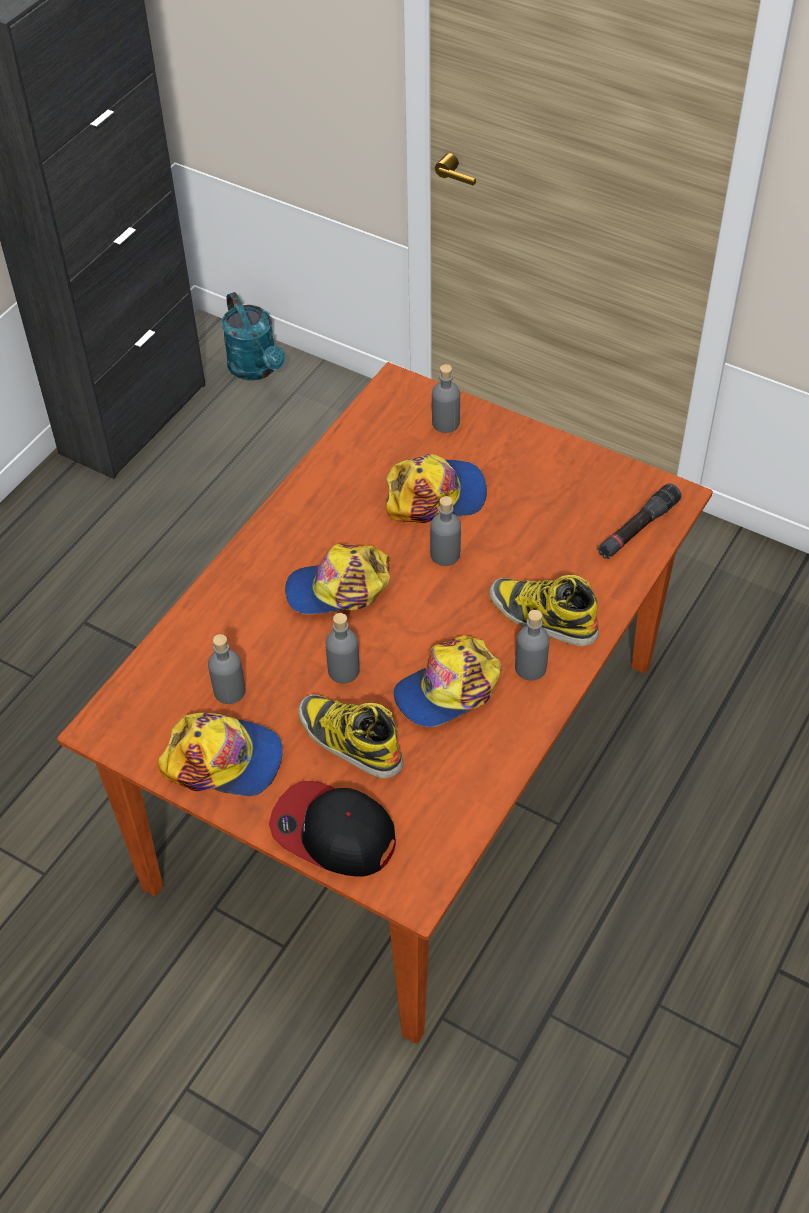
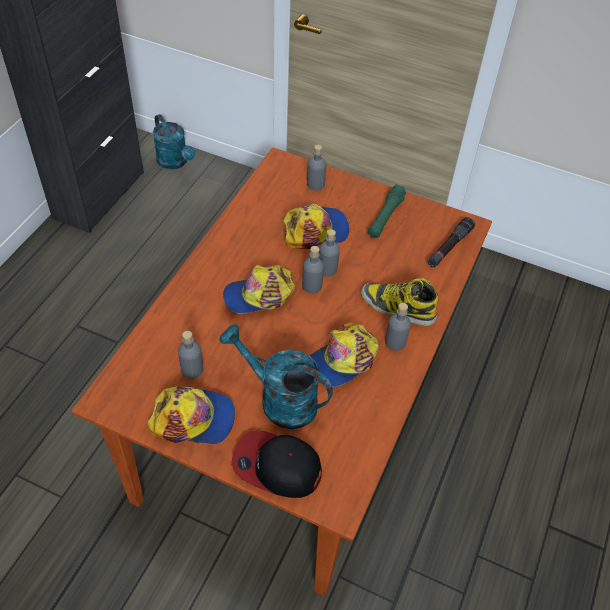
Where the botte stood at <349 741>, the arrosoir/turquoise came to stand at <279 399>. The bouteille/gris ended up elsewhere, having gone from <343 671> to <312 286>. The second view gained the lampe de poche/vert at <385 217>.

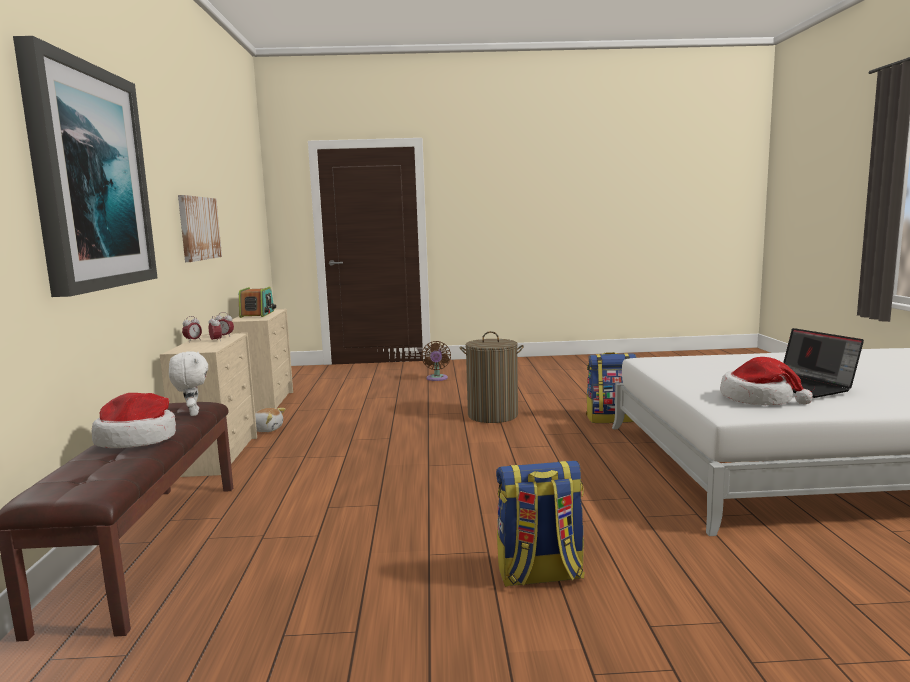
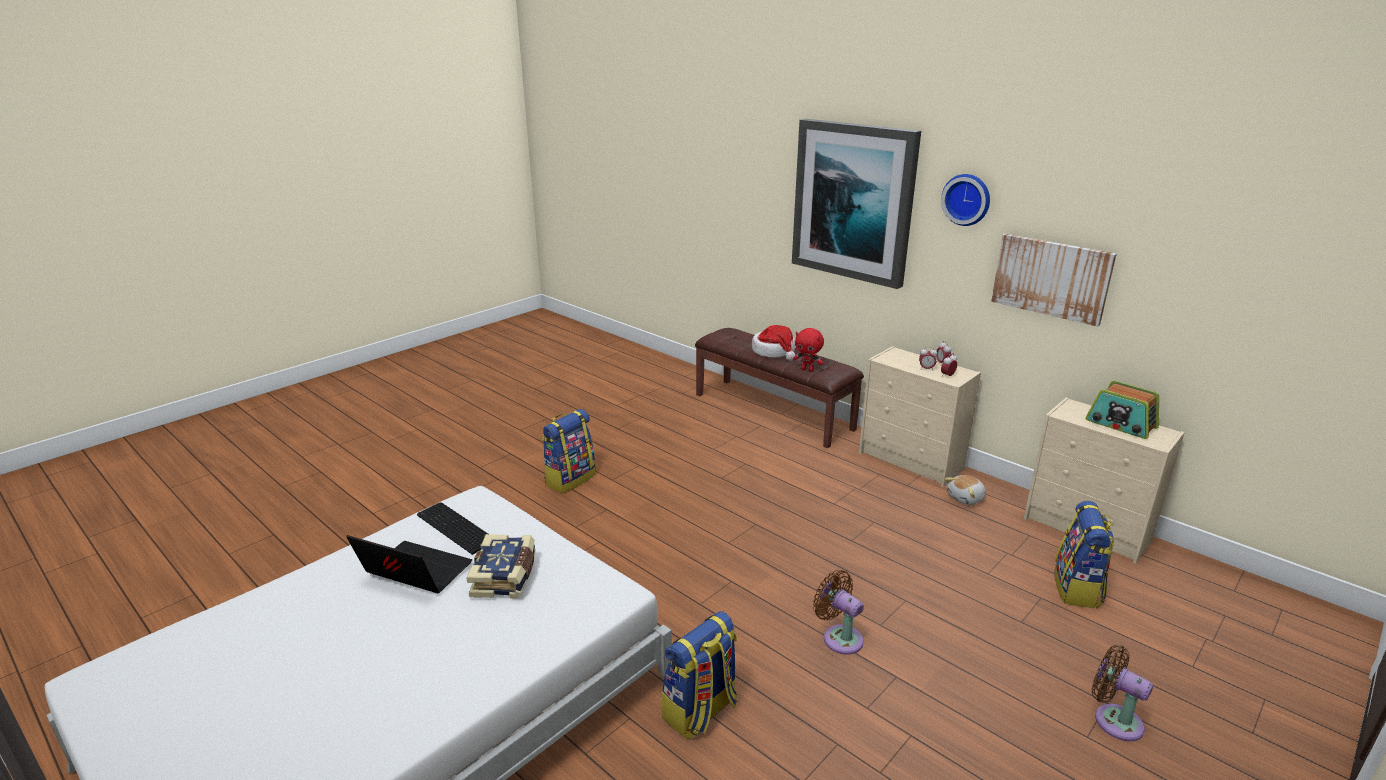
Where the chapeau stood at <758 399>, the clavier came to stand at <455 529>. The second view gained the livre at <505 576>. What was the peluche/blanc at <192 413> turned into the peluche/rouge at <807 370>. Where the panier à linge stood at <493 415>, the ventilateur/marron came to stand at <839 637>. The second view gained the horloge murale at <967 199>. The second view gained the sac à dos at <1077 589>.

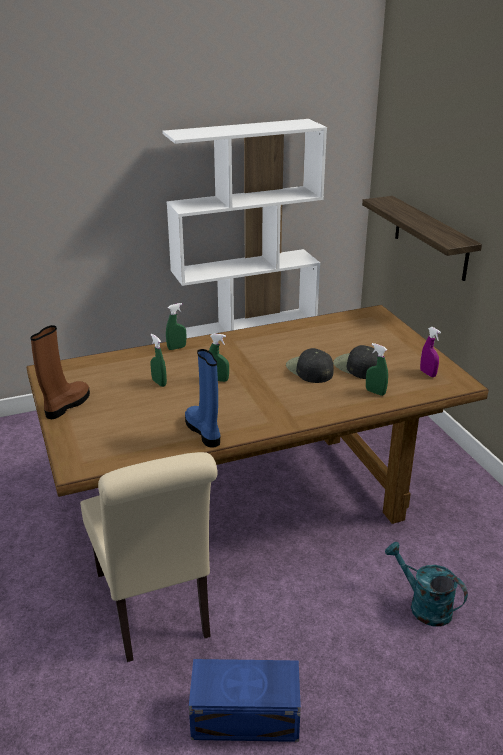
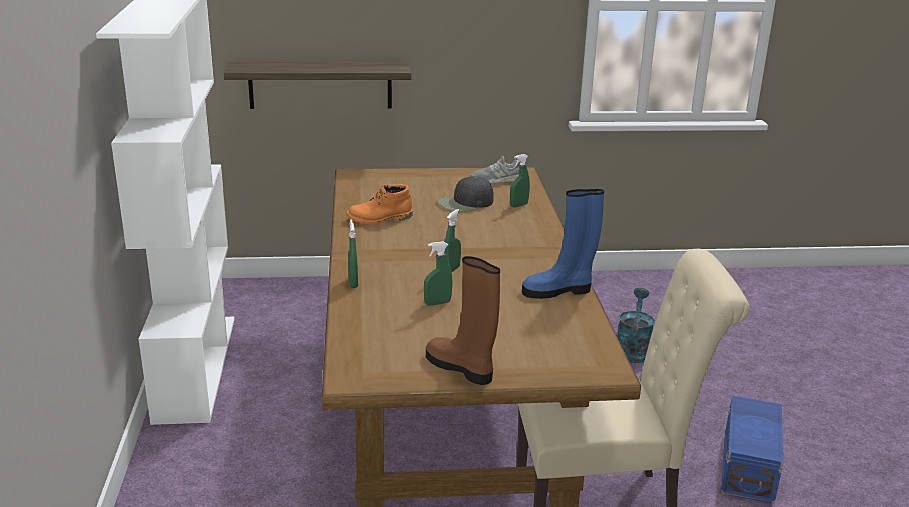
The second view gained the botte/orange at <380 219>. Where the vaporisateur/violet stood at <428 373>, the chaussure/gris came to stand at <496 180>. The arrosoir/turquoise at <423 605> ended up facing another way, 135 degrees clockwise from before. The second view lost the casquette/noir at <309 369>.

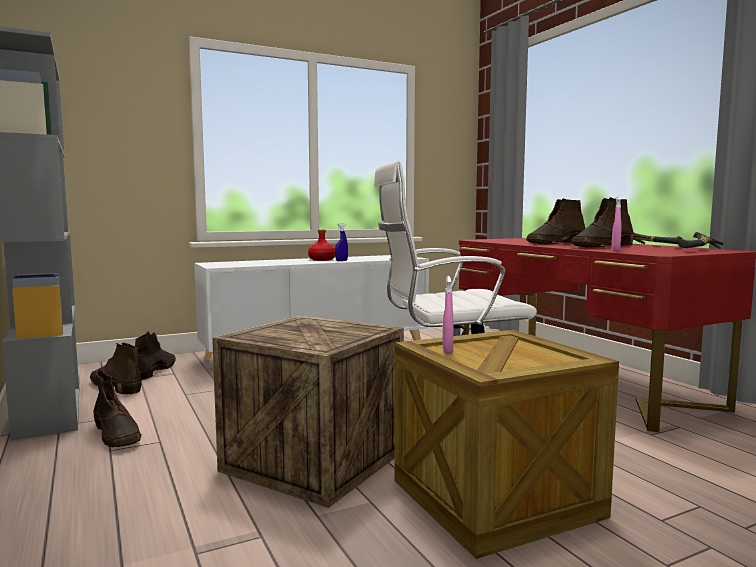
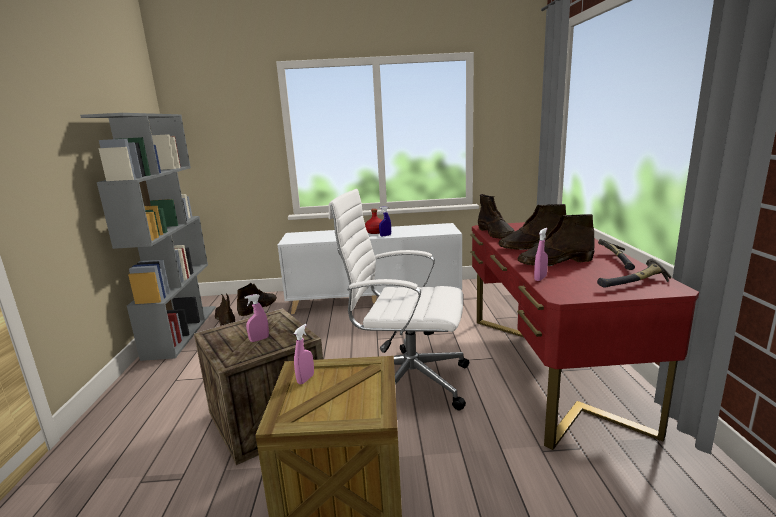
The second view gained the vaporisateur/rose at <259 339>. The botte/marron ended up elsewhere, having gone from <117 435> to <496 234>.

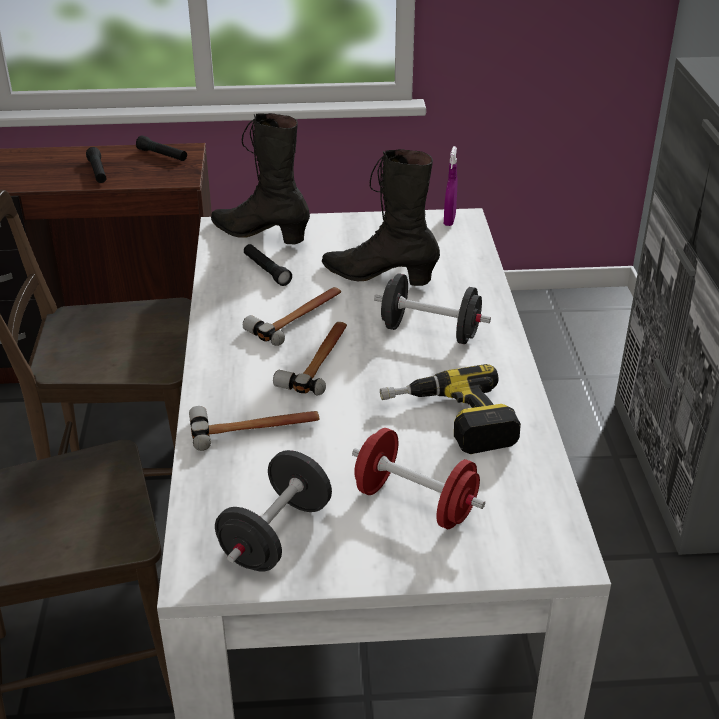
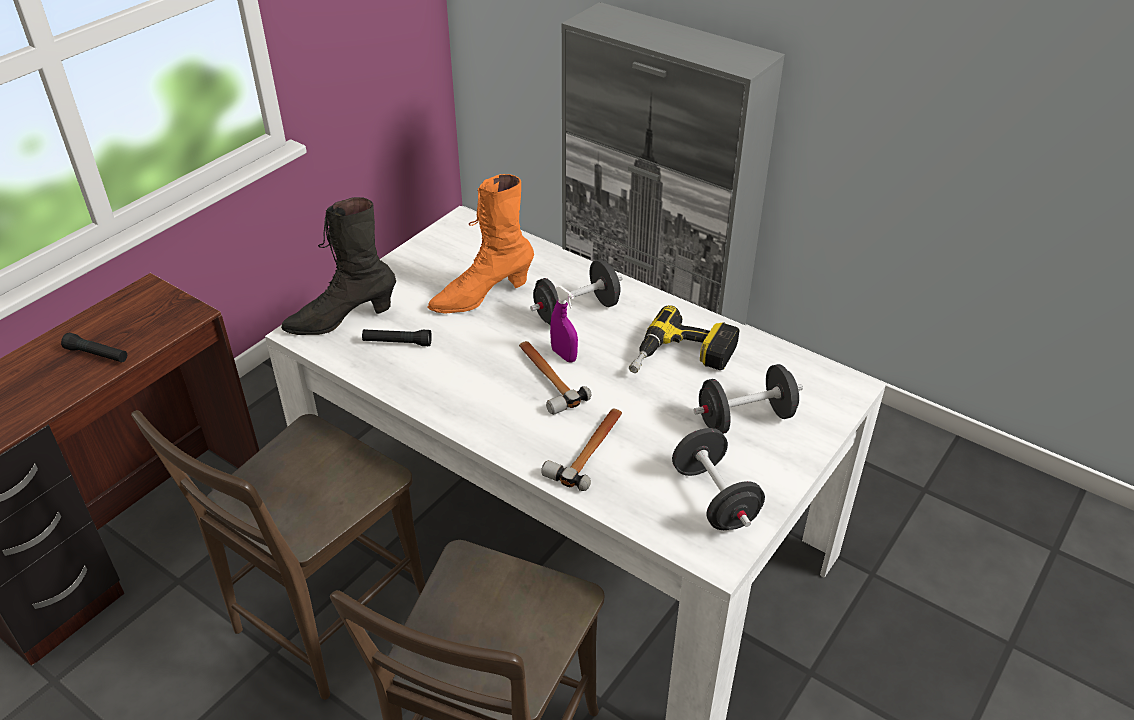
What was the botte/noir at <379 277> turned into the botte/orange at <481 296>. The vaporisateur/violet ended up elsewhere, having gone from <449 220> to <564 355>. What was the haltère/rouge at <415 503> turned into the haltère/noir at <745 419>. The second view lost the lampe de poche/noir at <162 155>. The second view lost the marteau at <298 317>.

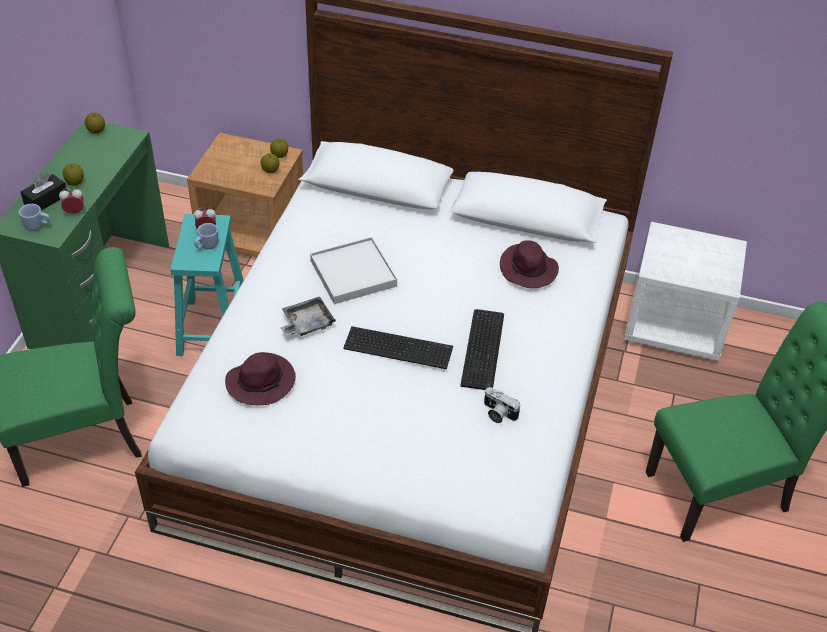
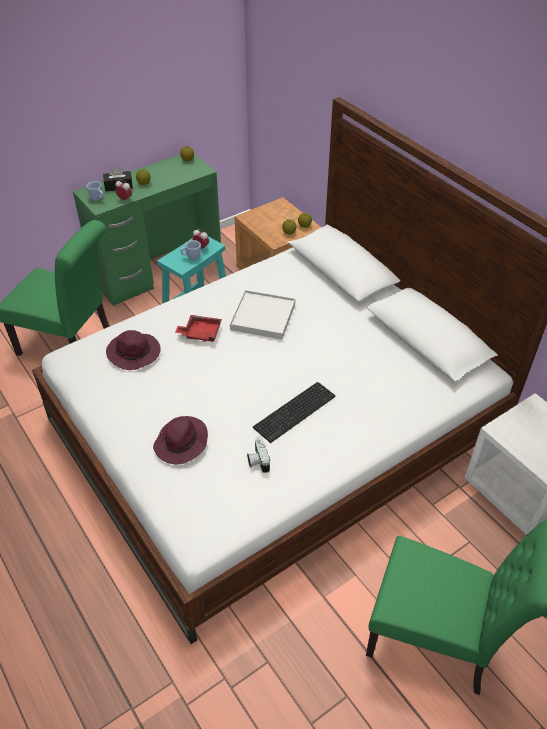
The chapeau/violet ended up elsewhere, having gone from <528 270> to <181 443>. What was the plateau/gris at <307 323> turned into the plateau/rouge at <201 333>. The second view lost the clavier at <397 346>.

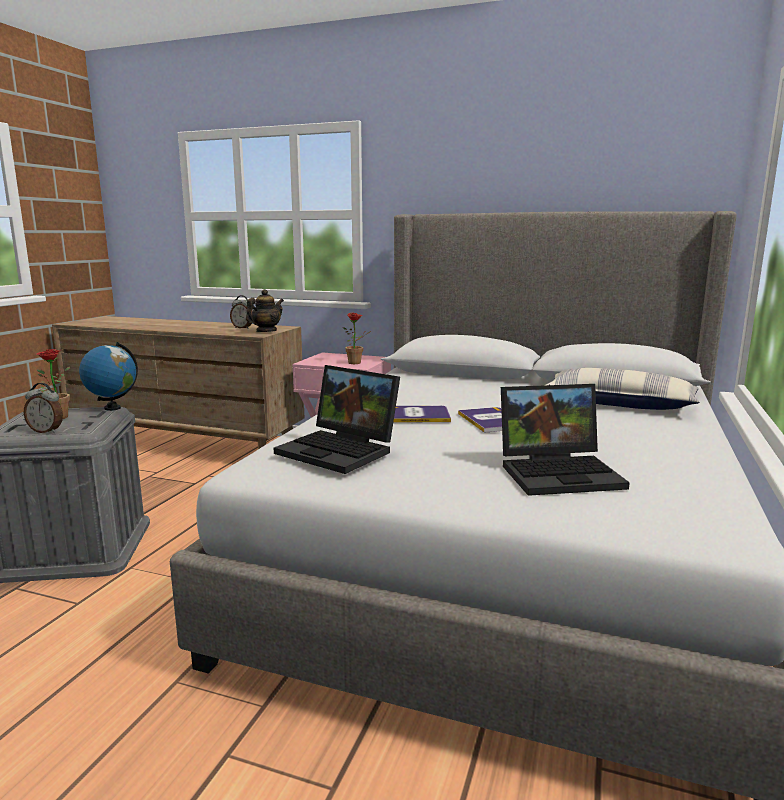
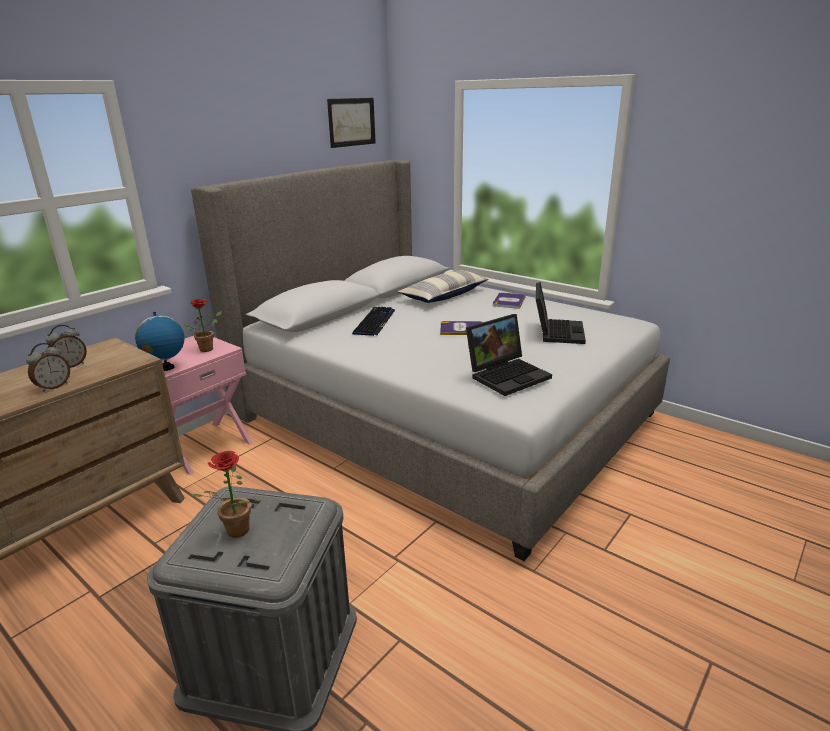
The réveil ended up elsewhere, having gone from <47 431> to <53 386>. The globe ended up elsewhere, having gone from <112 408> to <166 368>. The second view gained the tableau at <351 122>. The second view gained the clavier at <374 322>. The livre ended up elsewhere, having gone from <416 415> to <509 301>. The second view lost the théière at <266 331>.

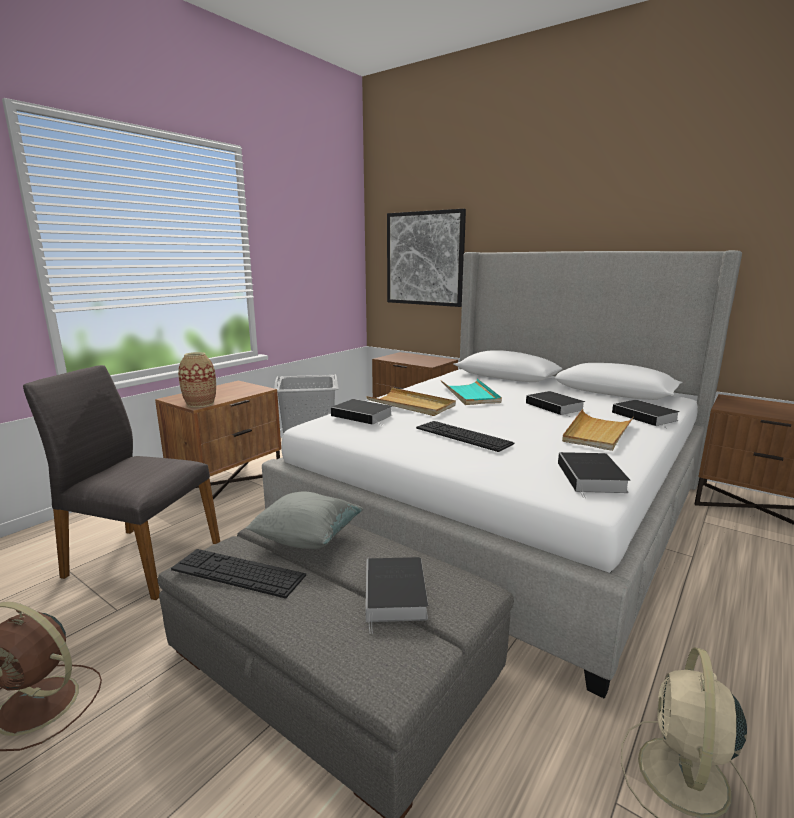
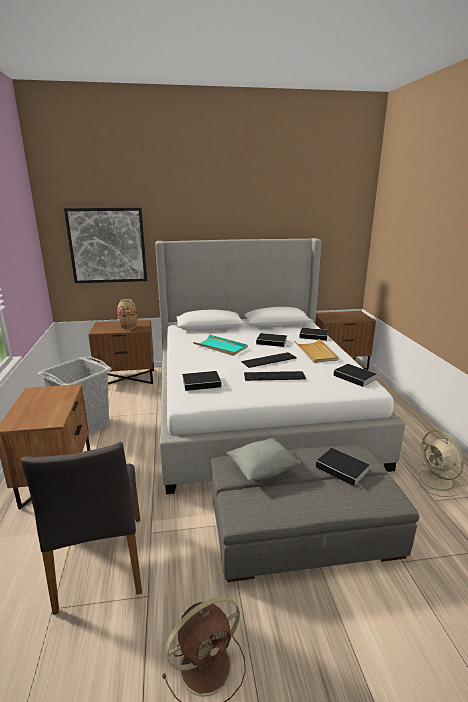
The chaise/gris at <141 559> ended up facing another way, 75 degrees counterclockwise from before. The vase ended up elsewhere, having gone from <200 403> to <128 327>. The clavier ended up elsewhere, having gone from <238 572> to <269 360>. The second view lost the plateau/beige at <411 405>.

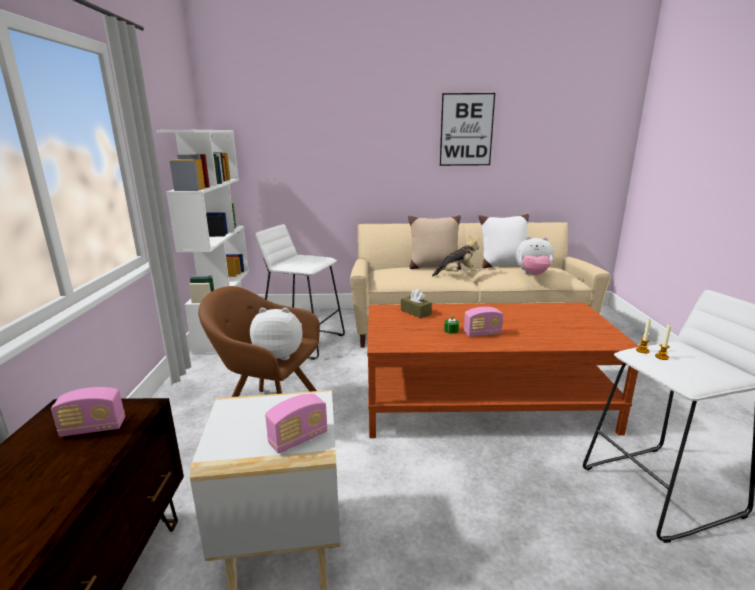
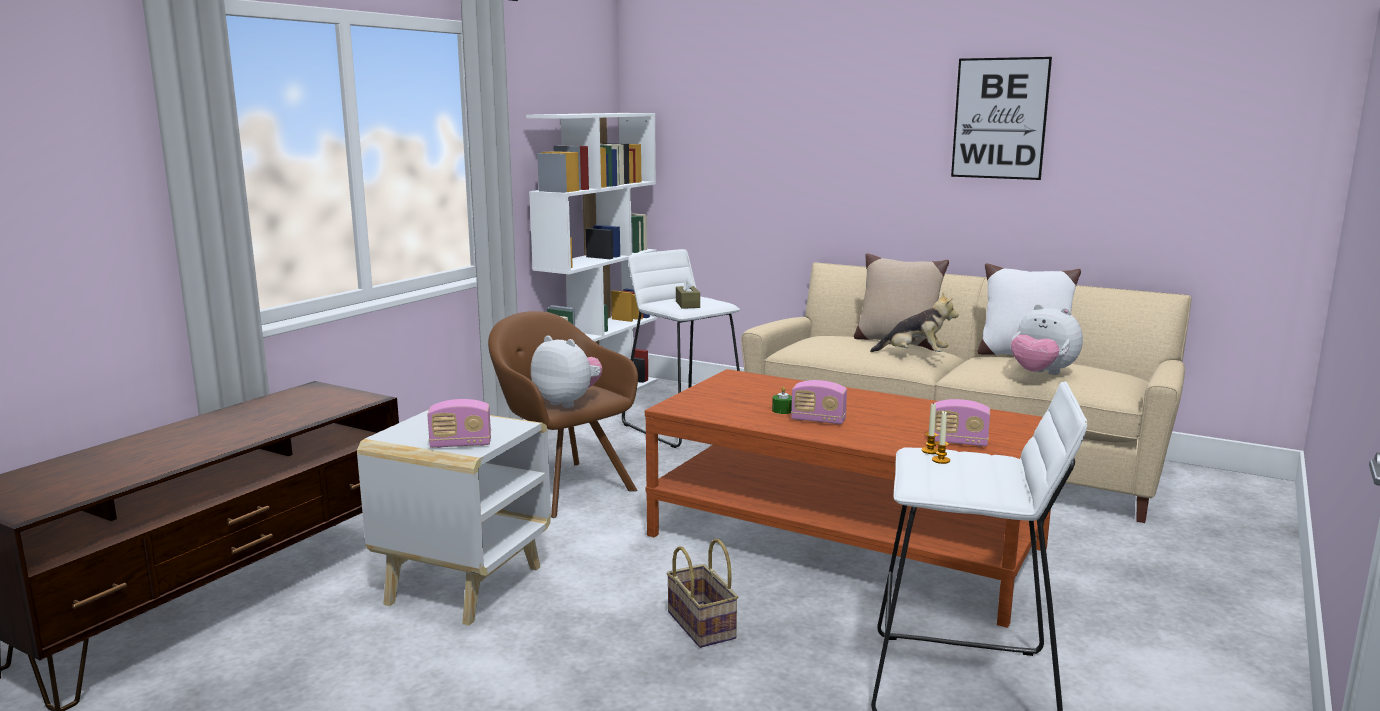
The second view gained the panier at <703 626>. The boîte à mouchoirs/marron ended up elsewhere, having gone from <415 312> to <687 304>. The radio ended up elsewhere, having gone from <93 428> to <958 442>.

